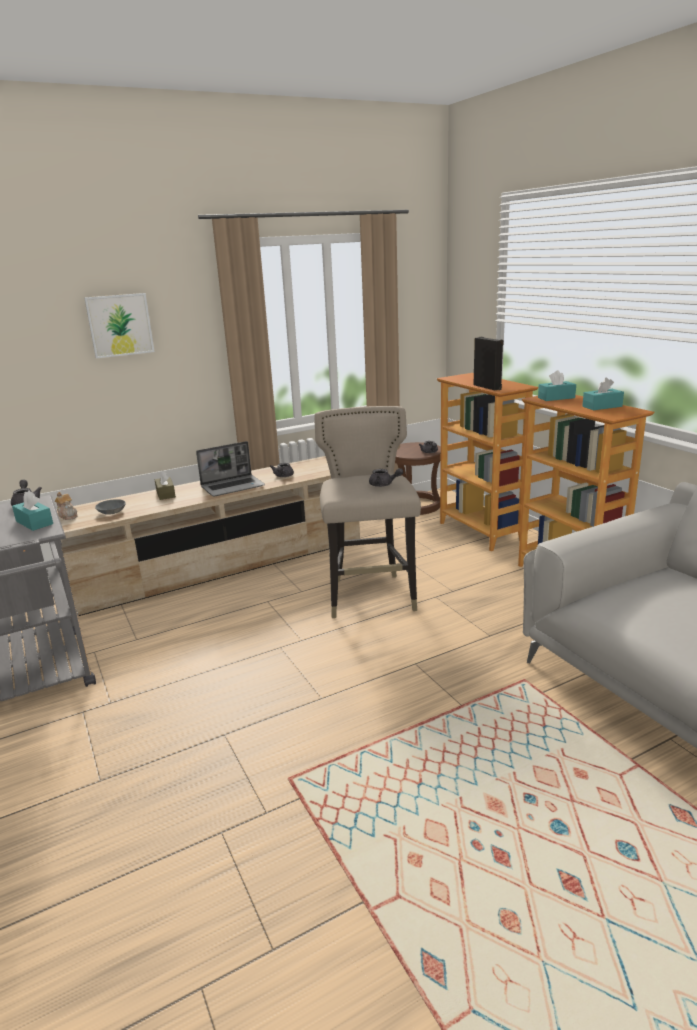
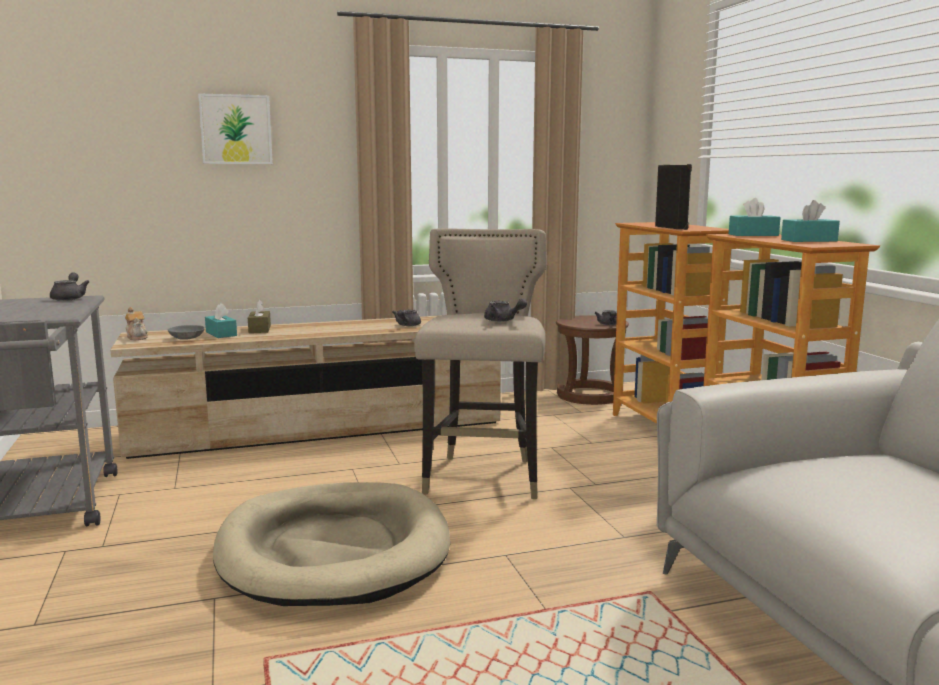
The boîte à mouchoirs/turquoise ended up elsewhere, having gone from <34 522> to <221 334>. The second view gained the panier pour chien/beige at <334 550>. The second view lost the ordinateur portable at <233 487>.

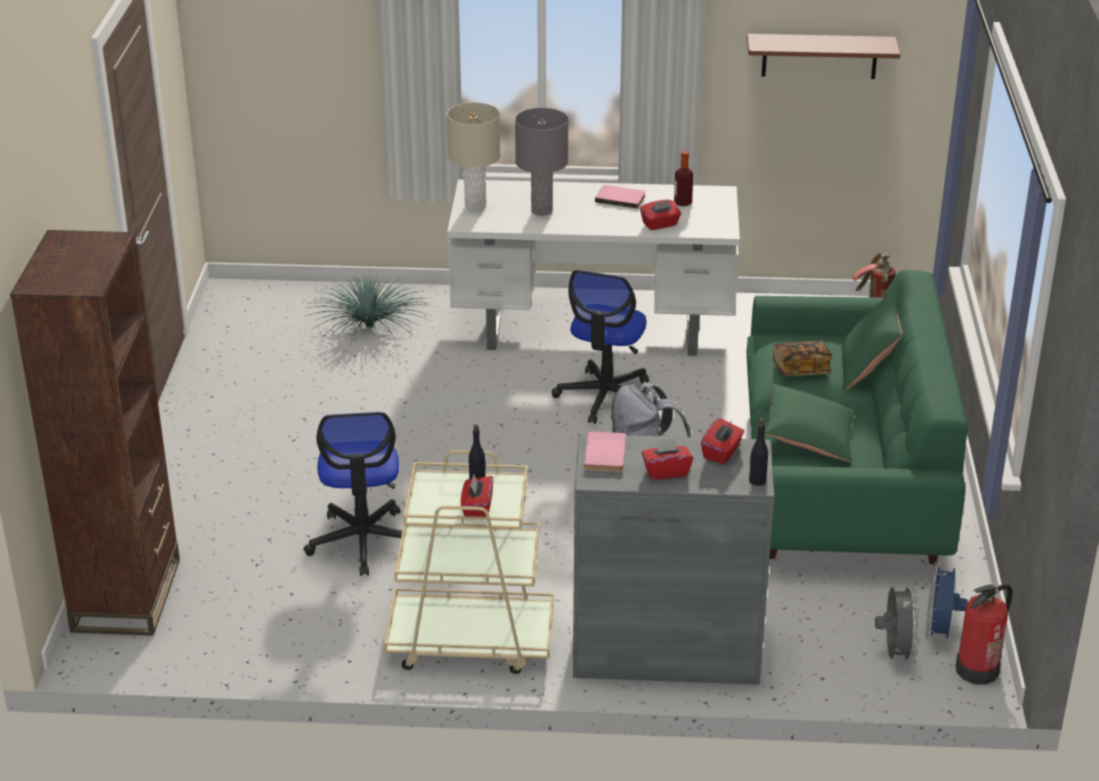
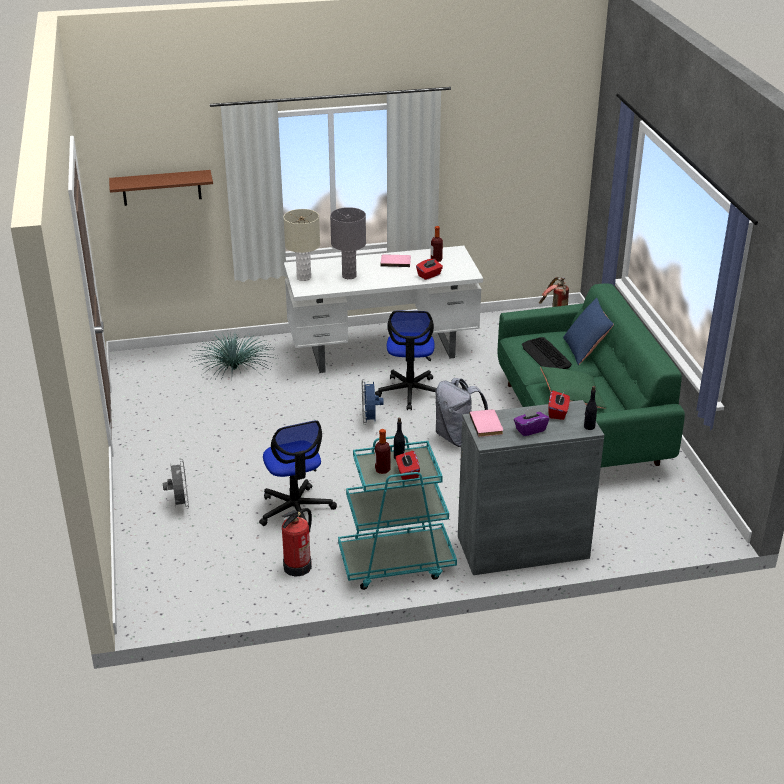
The étagère/marron ended up elsewhere, having gone from <819 56> to <161 187>. The ventilateur/gris ended up elsewhere, having gone from <895 653> to <180 504>. The extincteur ended up elsewhere, having gone from <978 670> to <298 566>. What was the chariot/beige at <470 641> turned into the chariot/turquoise at <396 563>. The ventilateur/bleu ended up elsewhere, having gone from <939 633> to <370 420>. The second view gained the bouteille at <382 470>. What was the boîte à mouchoirs/rouge at <666 471> turned into the boîte à mouchoirs/violet at <530 430>. Where the livre stood at <800 369>, the clavier came to stand at <546 355>. What was the coussin/vert at <867 369> turned into the coussin/bleu at <585 350>. The second view lost the bibliothèque/marron at <127 595>.

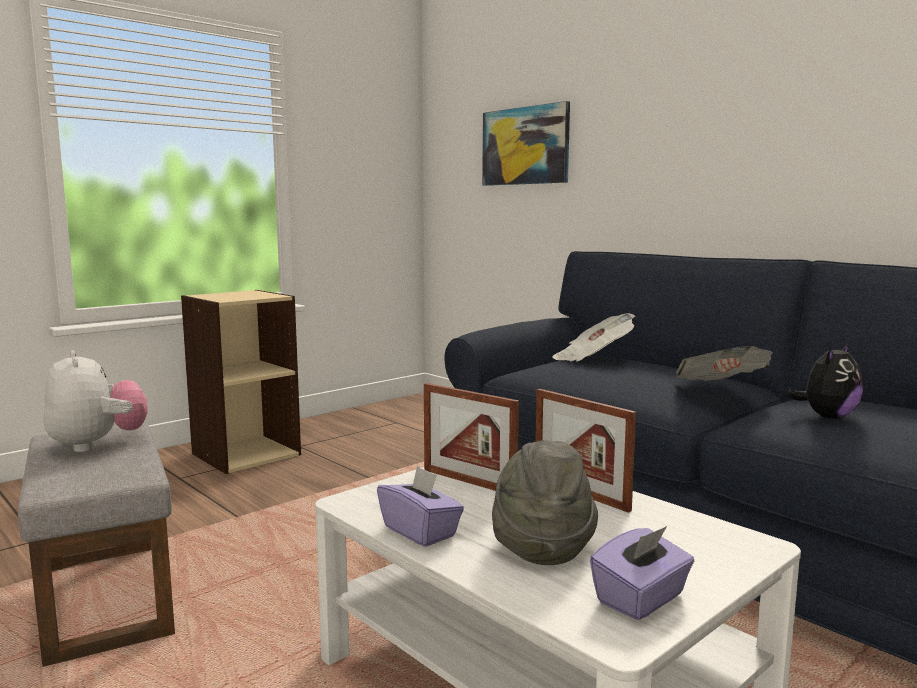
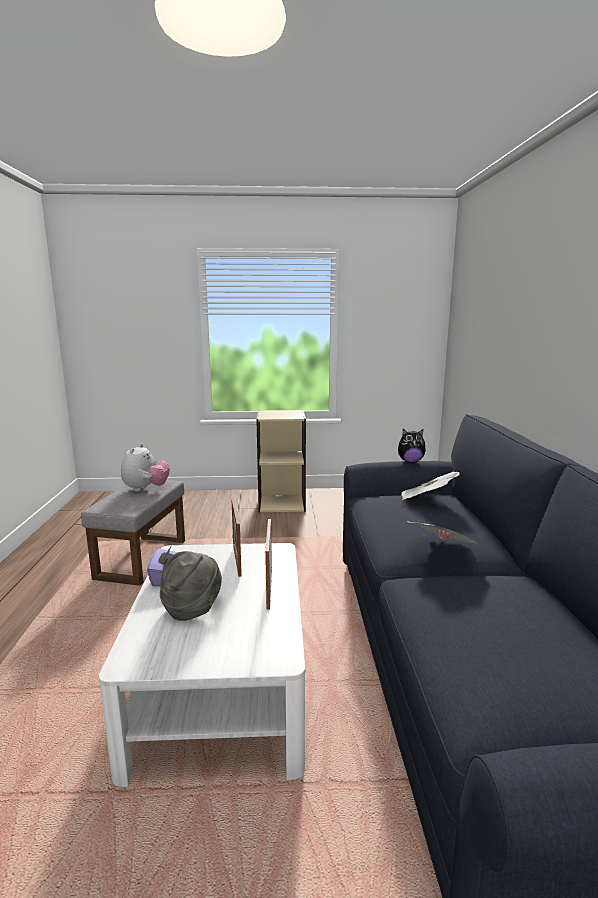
The peluche ended up elsewhere, having gone from <827 417> to <410 461>. The second view lost the tableau at <525 146>. The second view lost the boîte à mouchoirs/violet at <641 599>.

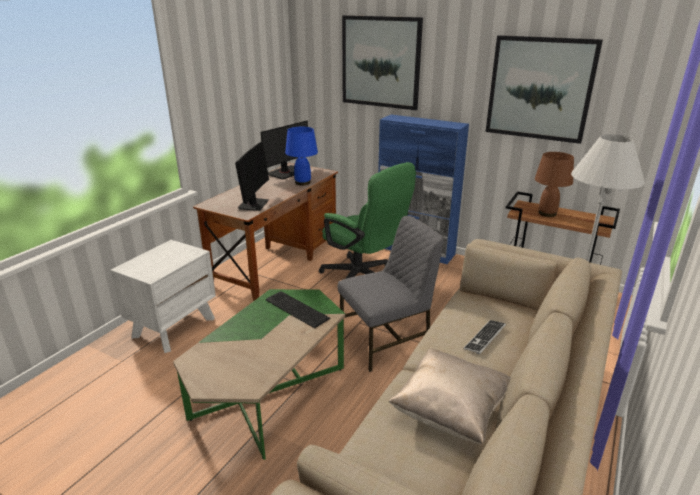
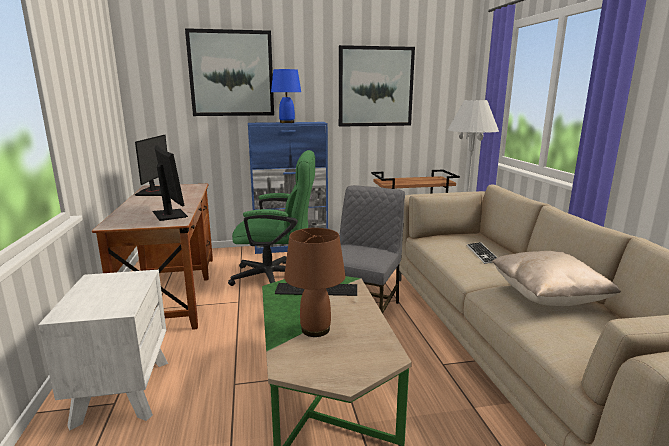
The lampe de table/bleu ended up elsewhere, having gone from <303 182> to <287 122>. The lampe de table/marron ended up elsewhere, having gone from <547 213> to <316 329>.

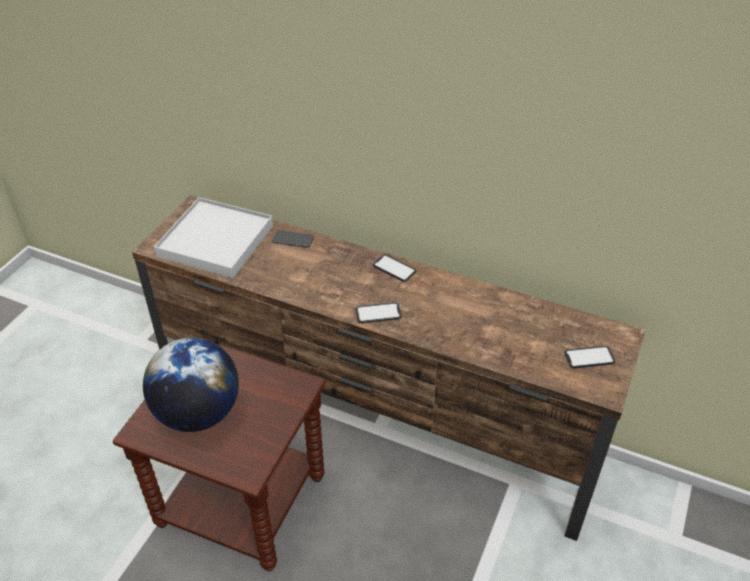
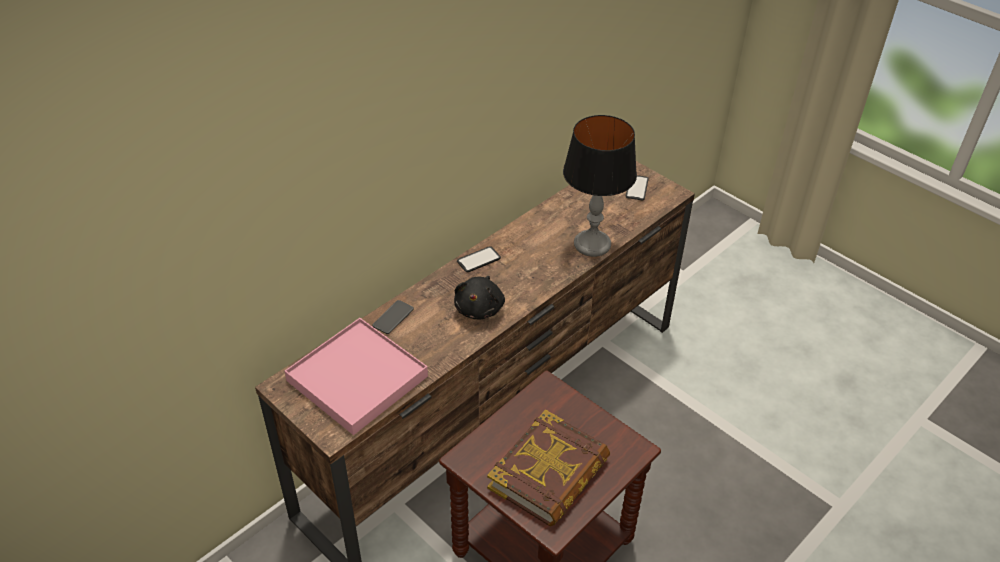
What was the plateau/blanc at <215 241> turned into the plateau/rose at <357 379>. The second view gained the peluche/noir at <480 308>. Where the globe stood at <198 413>, the livre came to stand at <549 474>. The second view gained the lampe de table at <592 244>. The second view lost the téléphone at <378 313>.

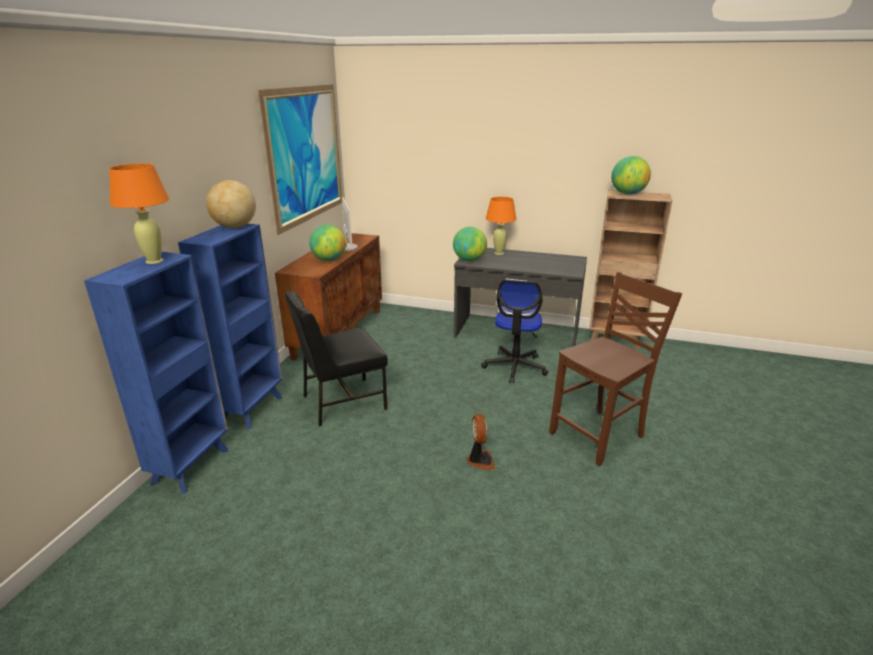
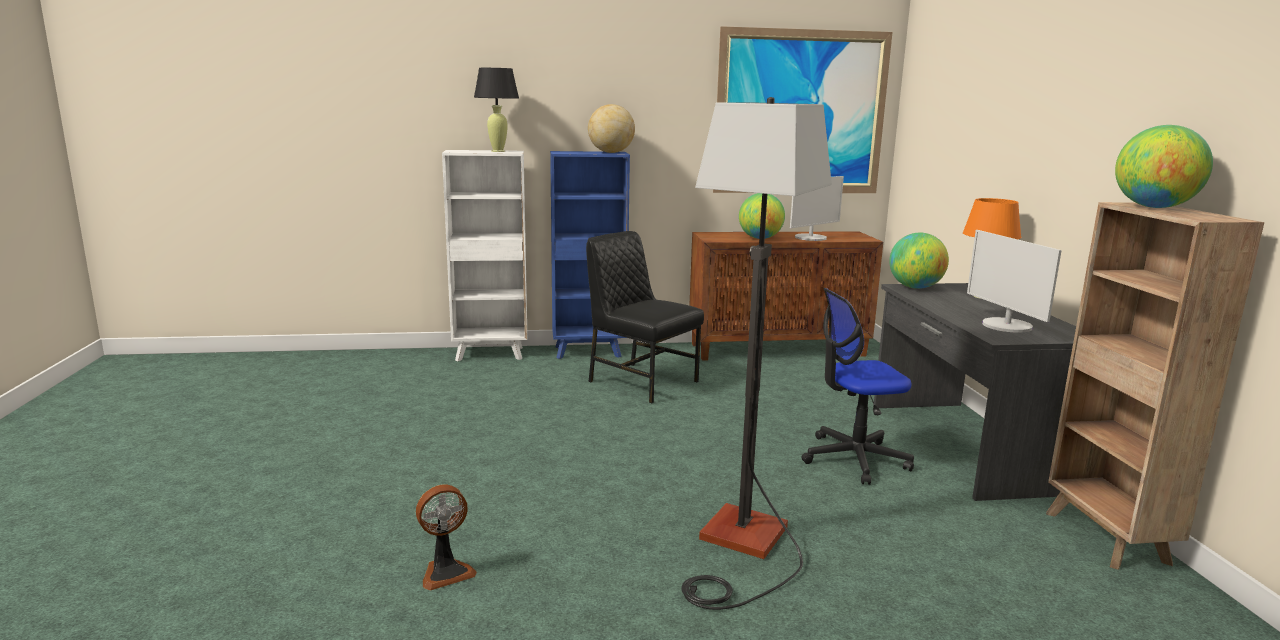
The ventilateur ended up elsewhere, having gone from <479 460> to <446 572>. What was the bibliothèque/bleu at <192 465> turned into the bibliothèque/blanc at <491 354>. What was the lampe de table/orange at <154 261> turned into the lampe de table/noir at <498 151>. Where the chaise/marron stood at <599 435>, the lampadaire came to stand at <741 547>. The second view gained the écran d'ordinateur at <1006 326>.

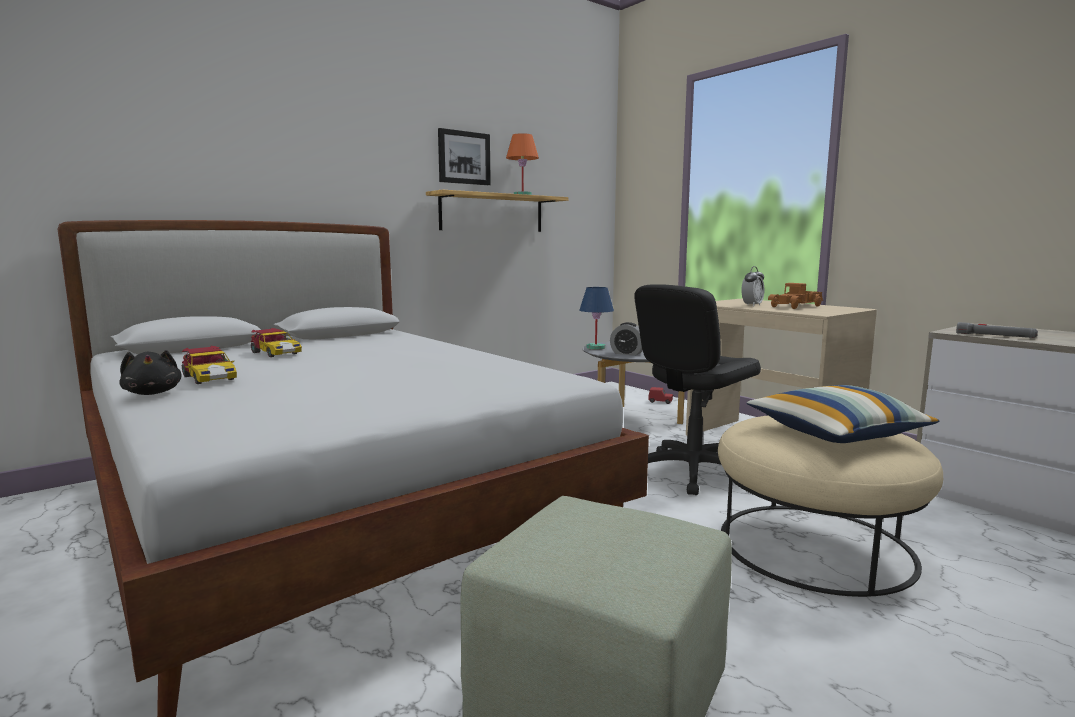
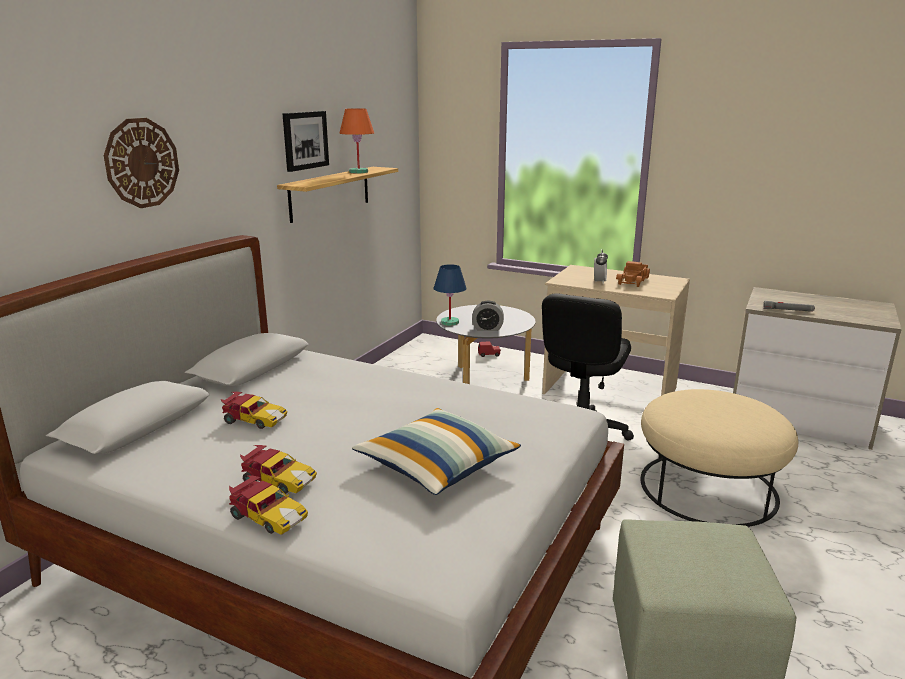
The second view gained the horloge murale at <142 163>. Where the peluche/noir stood at <153 393>, the petite voiture came to stand at <267 517>. The coussin ended up elsewhere, having gone from <835 433> to <437 466>.

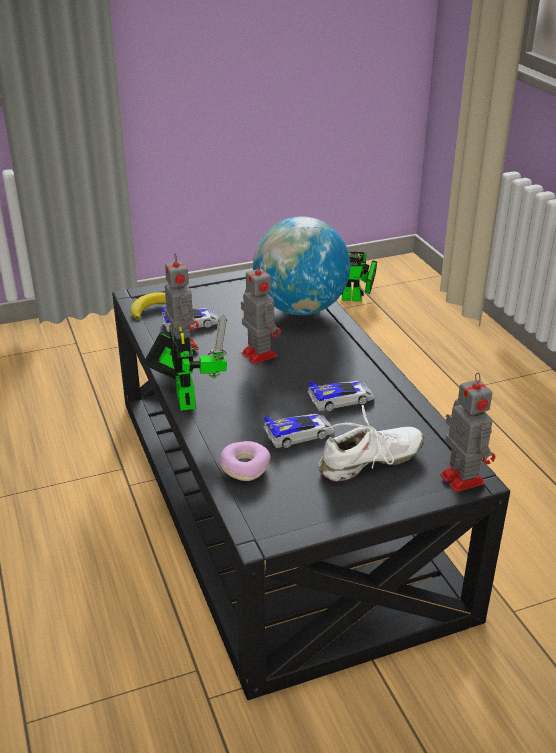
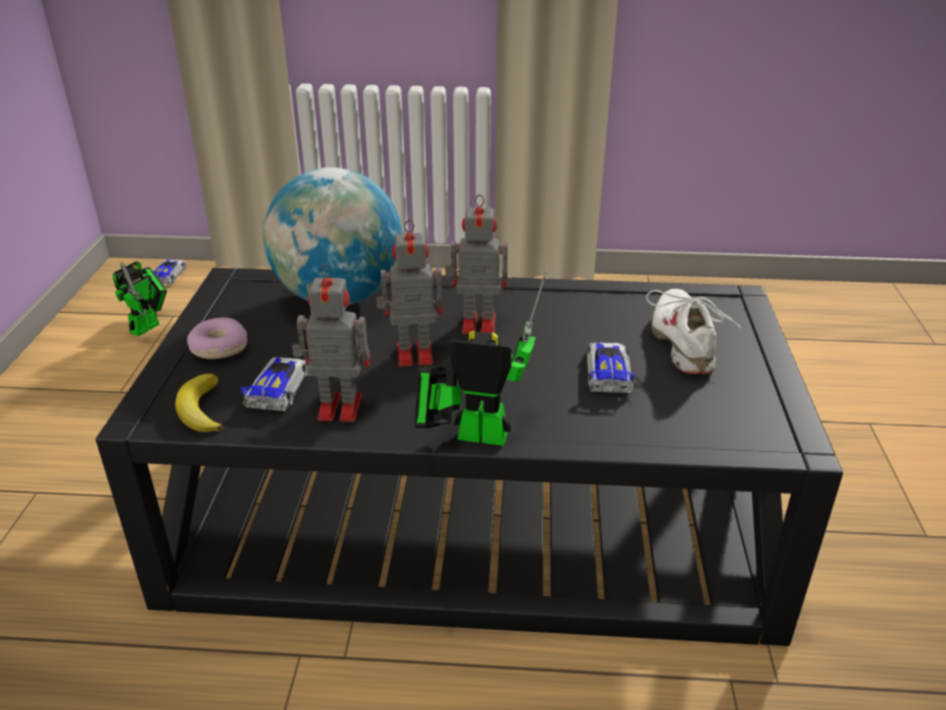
The petite voiture ended up elsewhere, having gone from <341 399> to <169 275>. The beignet ended up elsewhere, having gone from <244 467> to <218 347>. The robot jouet ended up elsewhere, having gone from <461 477> to <476 323>.

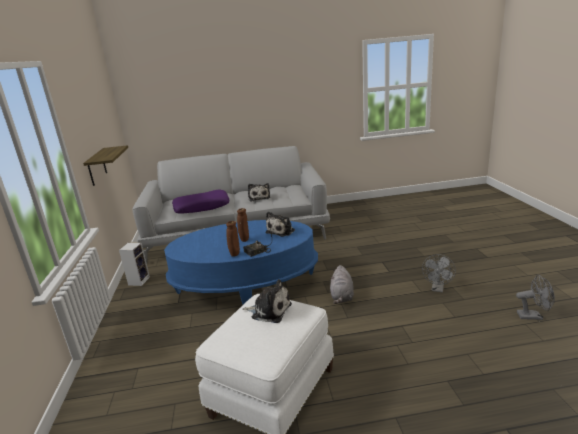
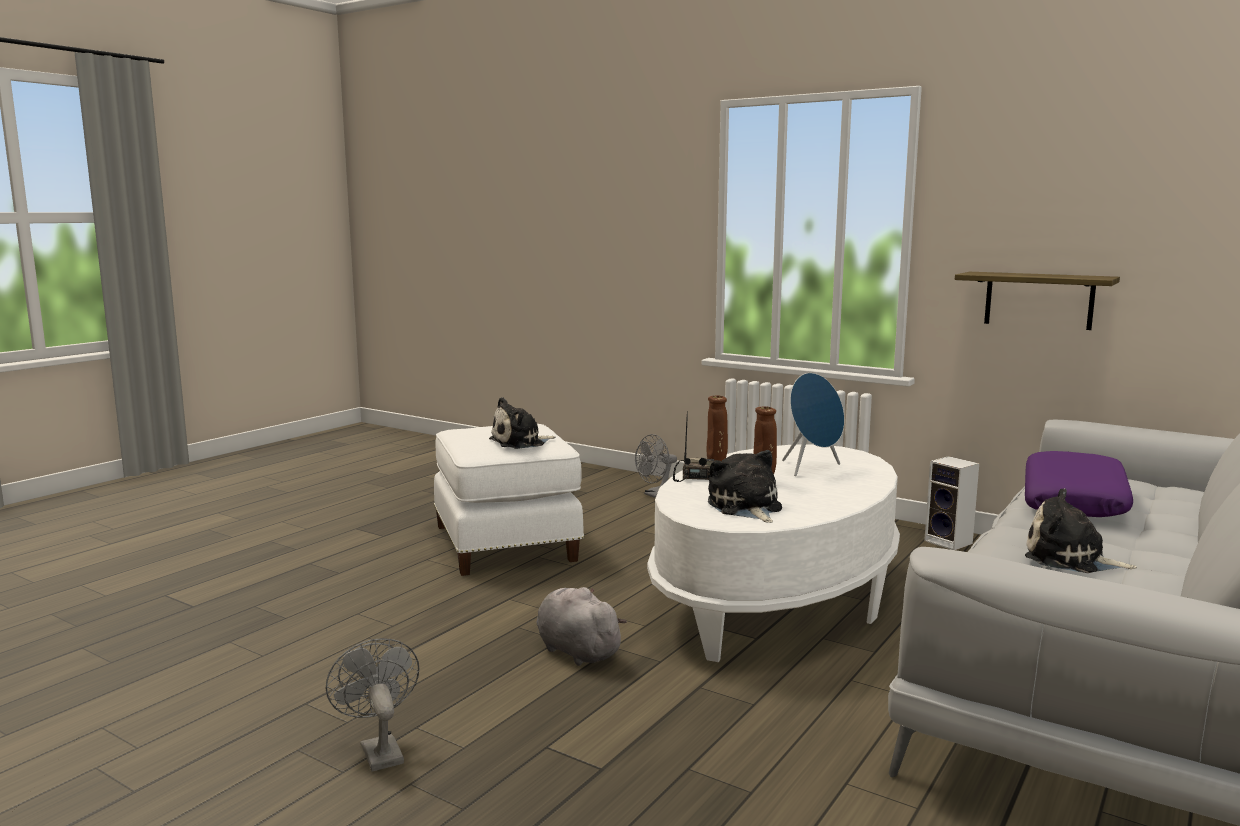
The ventilateur/gris ended up elsewhere, having gone from <533 316> to <656 494>. What was the table basse/bleu at <246 286> turned into the table basse/blanc at <776 599>. The second view gained the enceinte/bleu at <811 468>.

